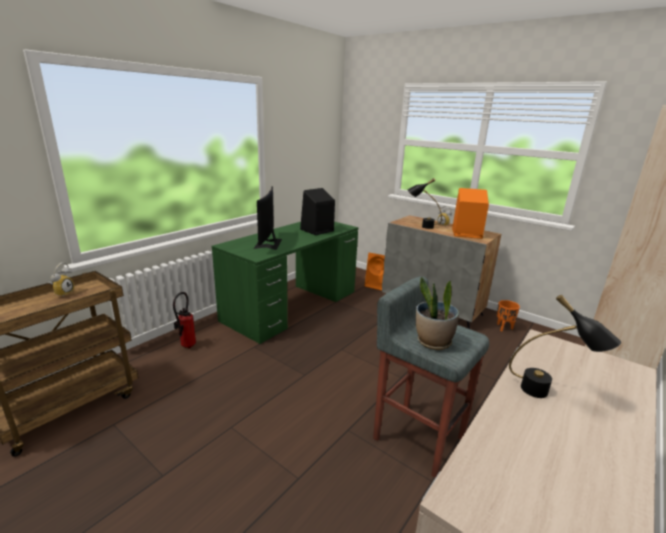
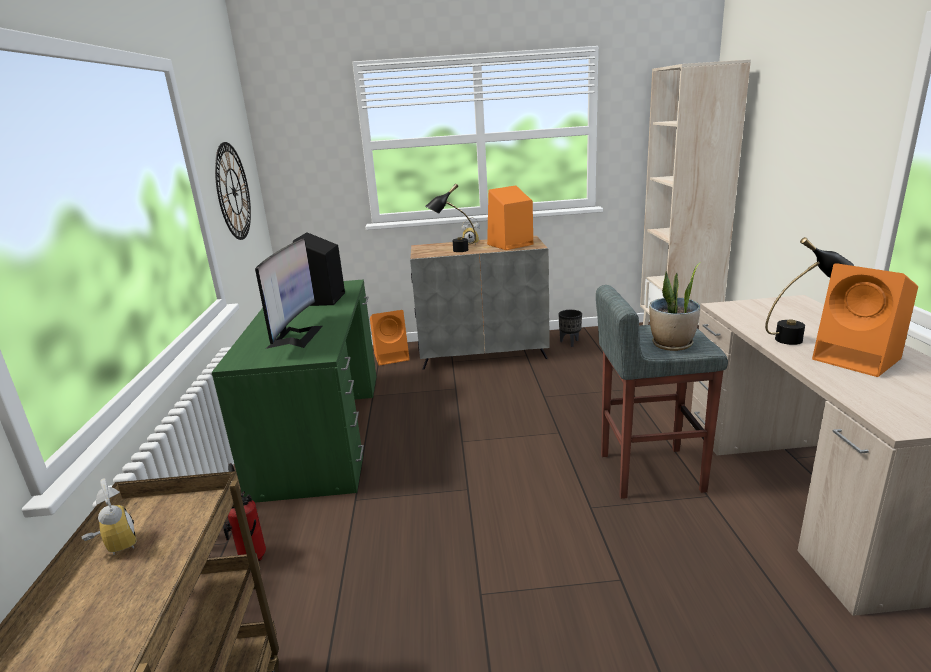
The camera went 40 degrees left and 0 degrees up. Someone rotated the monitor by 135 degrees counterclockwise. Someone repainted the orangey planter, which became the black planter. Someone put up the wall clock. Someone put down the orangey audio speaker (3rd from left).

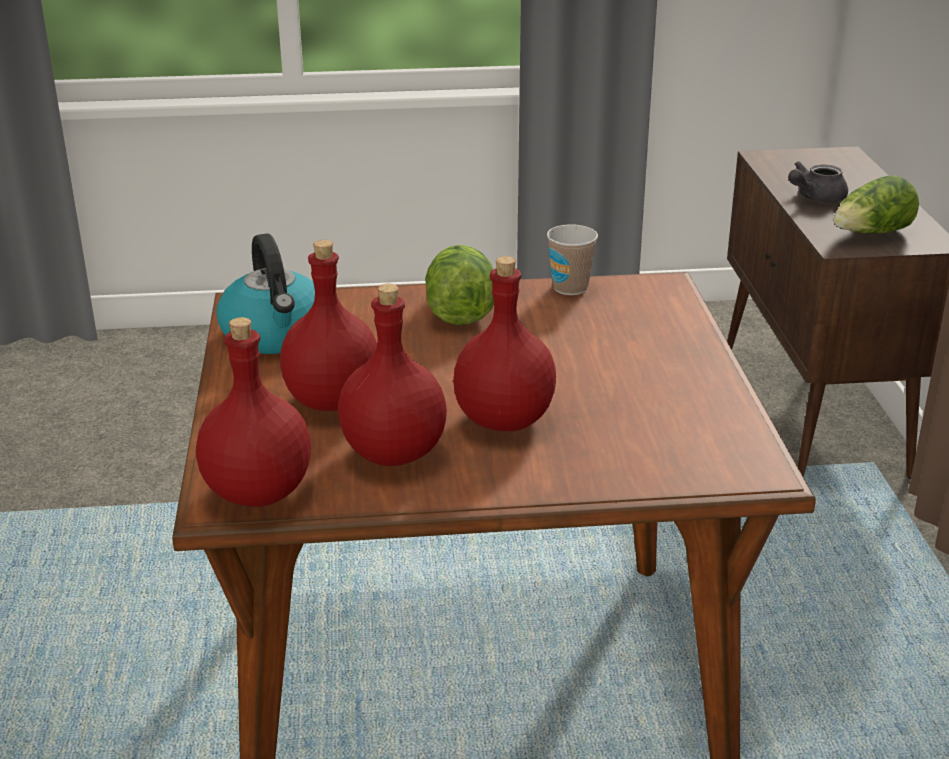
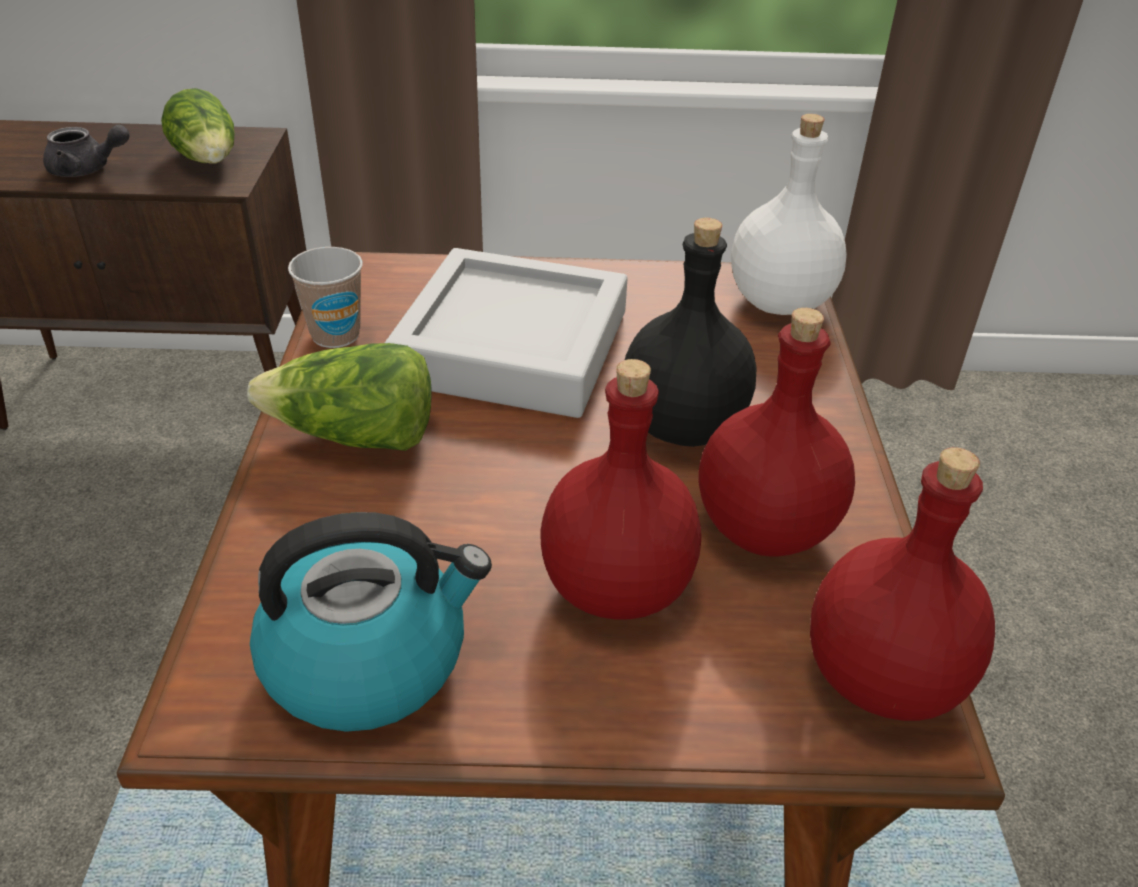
The camera went 85 degrees left and 10 degrees up. Someone repainted the reddish drink bottle (4th from left), which became the black drink bottle. Someone rotated the greyish tea pot by 60 degrees counterclockwise. Someone put down the greyish carrying tray. Someone put down the whitish drink bottle.

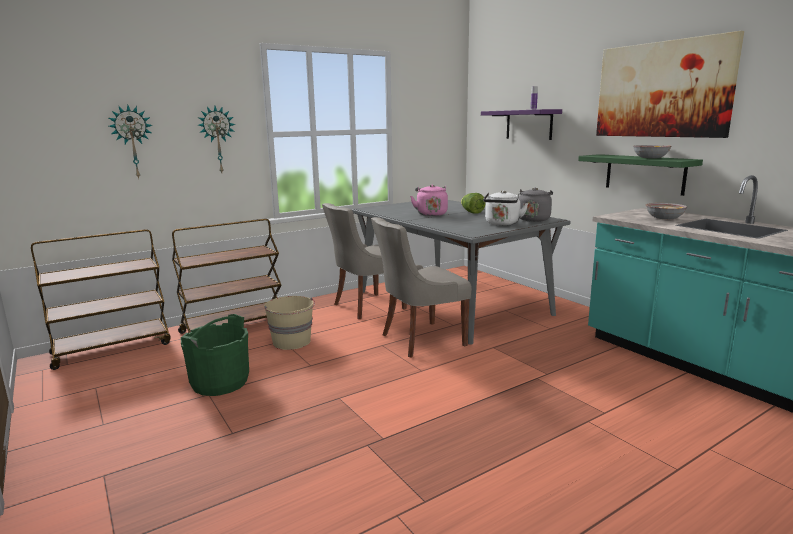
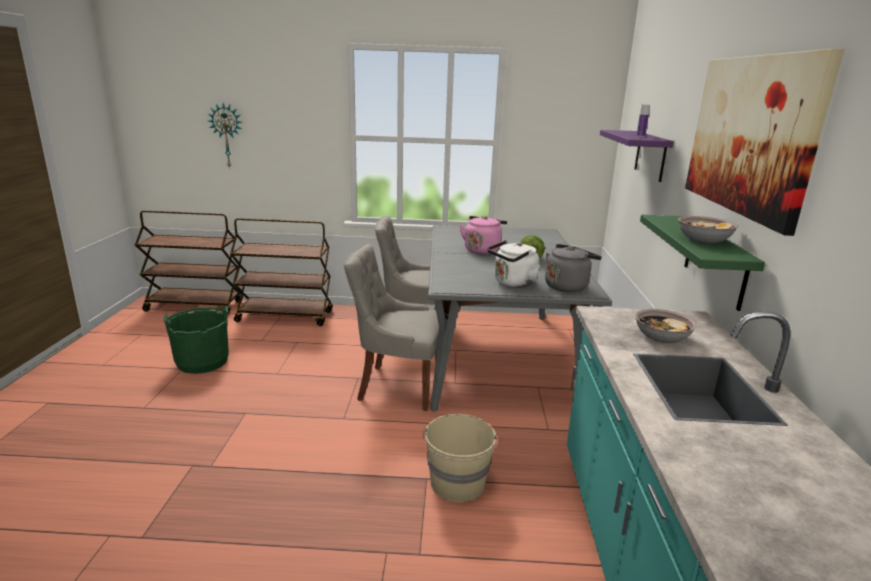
The camera went 35 degrees right and 5 degrees up. Someone took away the wall clock (2nd from left). Someone carried the beige-coloured pail.

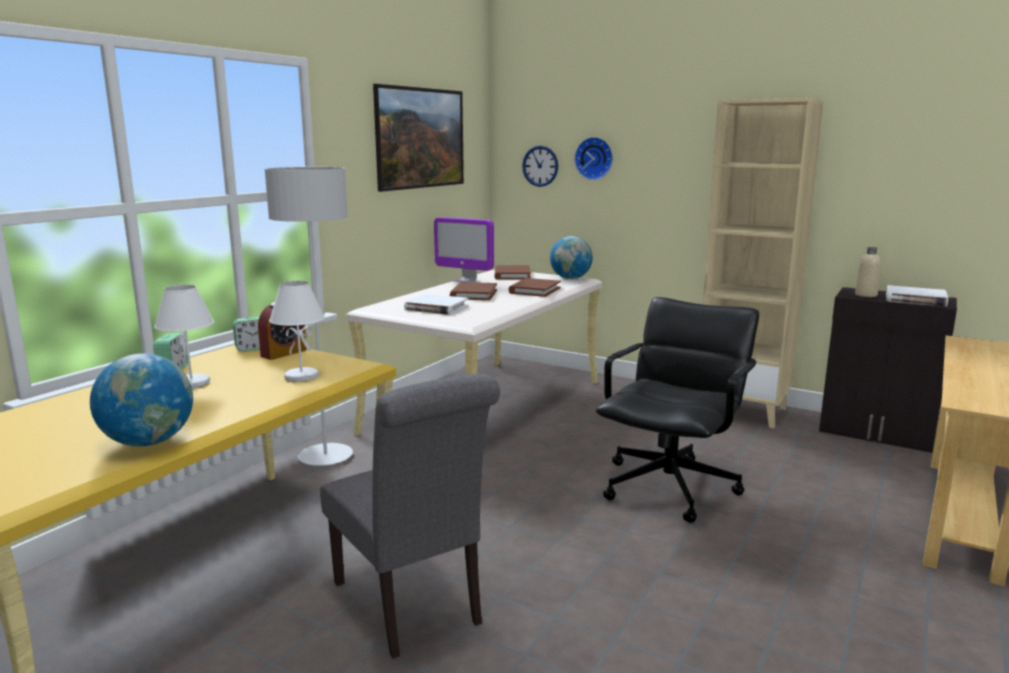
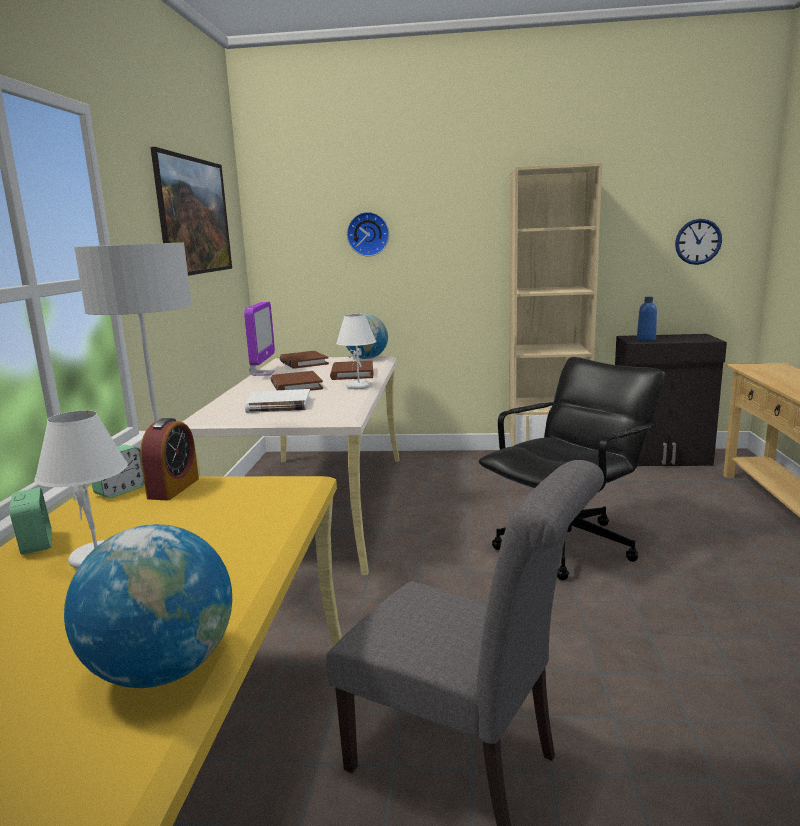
The camera went 25 degrees left and 0 degrees up. Someone carried the whitish table lamp (2nd from left). Someone rotated the monitor by 90 degrees counterclockwise. Someone carried the wall clock (1st from left in the first image). Someone rotated the black office chair by 45 degrees clockwise. Someone repainted the beige-coloured drink bottle, which became the bluish drink bottle. Someone took away the whitish volume (2nd from left).

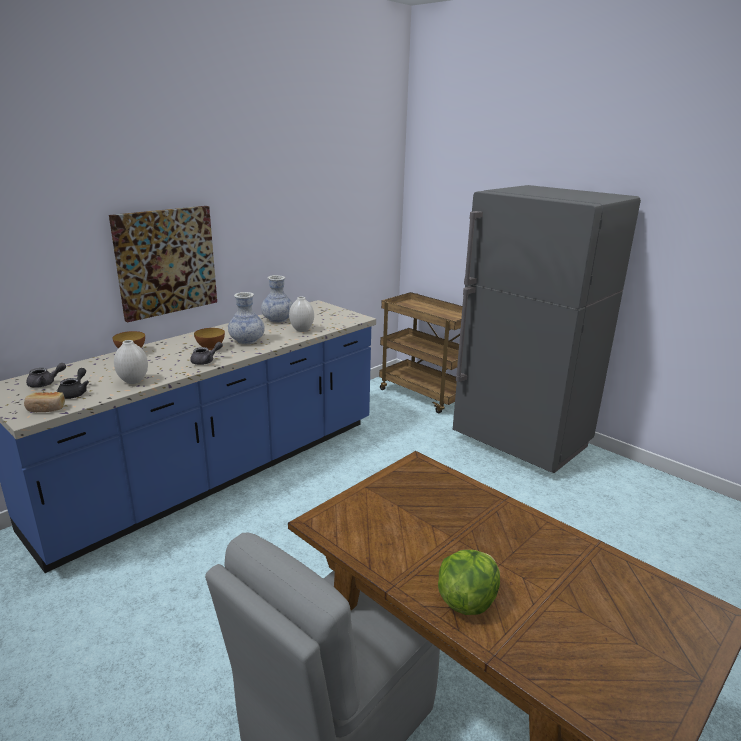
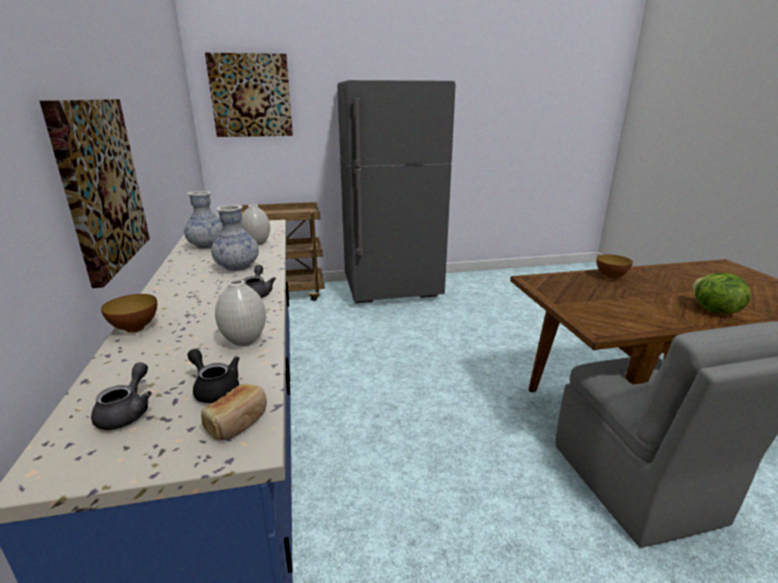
The camera went 55 degrees left and 0 degrees up. Someone carried the serving bowl (2nd from left). Someone put up the picture (2nd from left).

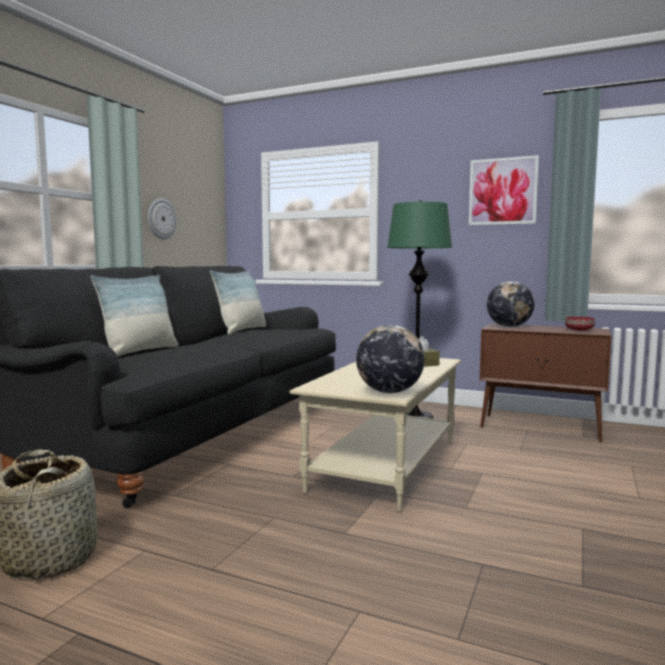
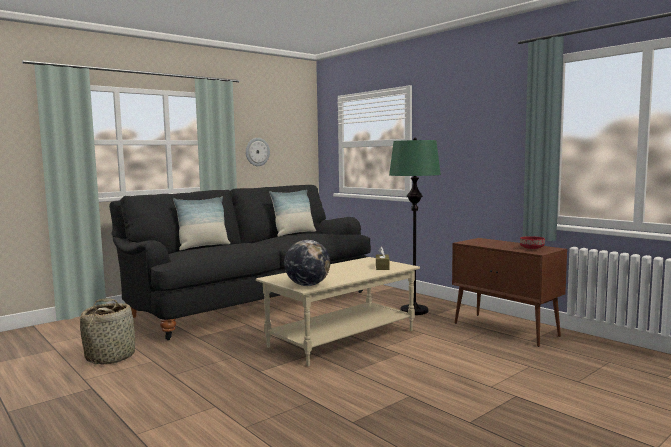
The camera went 25 degrees right and 0 degrees up. Someone took away the picture. Someone took away the desk globe (2nd from left).

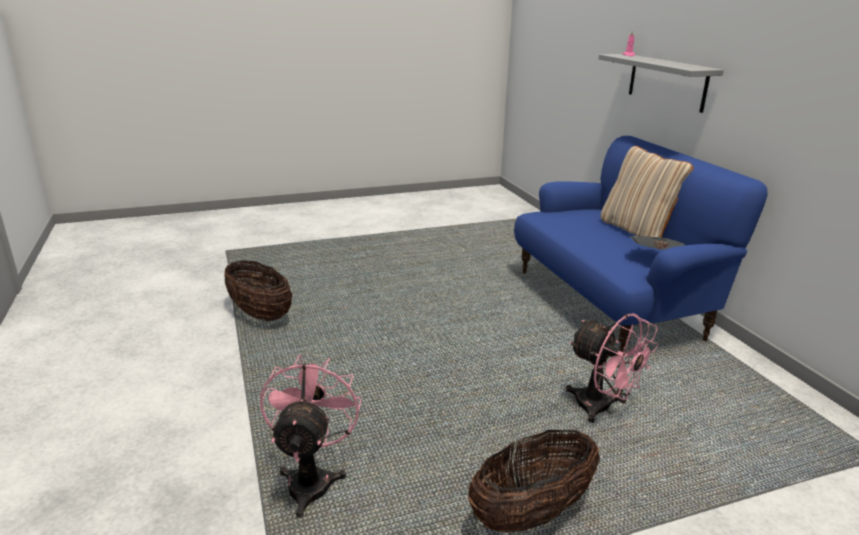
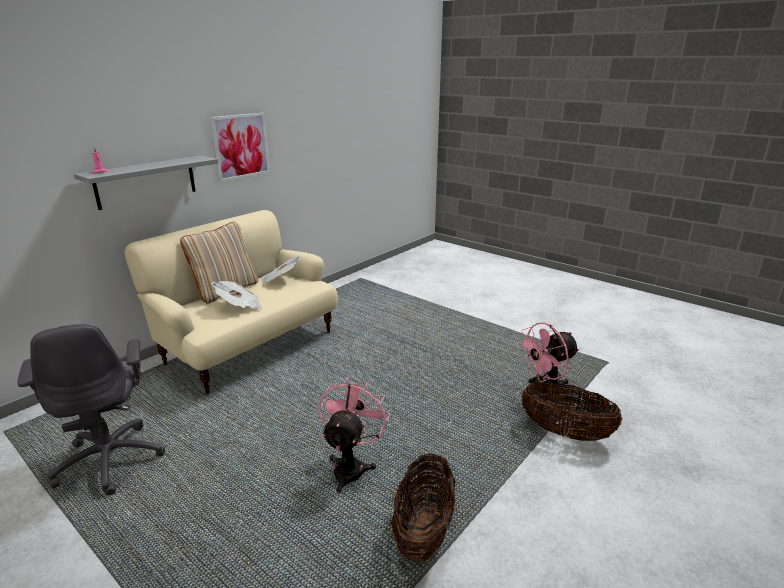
The camera went 120 degrees left and 0 degrees up. Someone carried the basket (2nd from left). Someone repainted the bluish sofa, which became the beige-coloured sofa. Someone carried the pink-coloured fan (2nd from left in the first image). Someone put down the greyish office chair. Someone put up the picture. Someone put down the daily paper (1st from left).

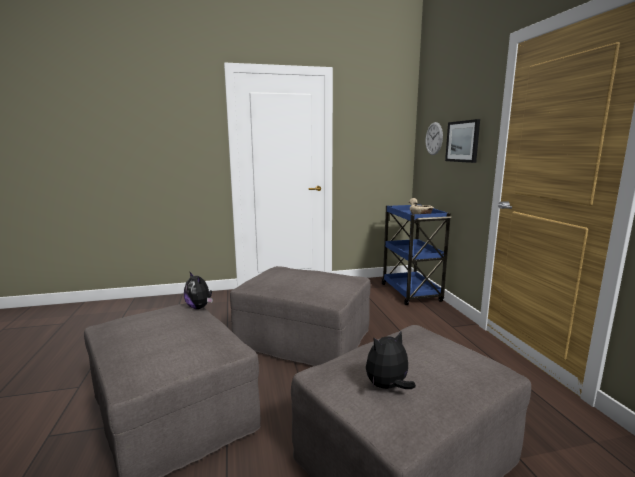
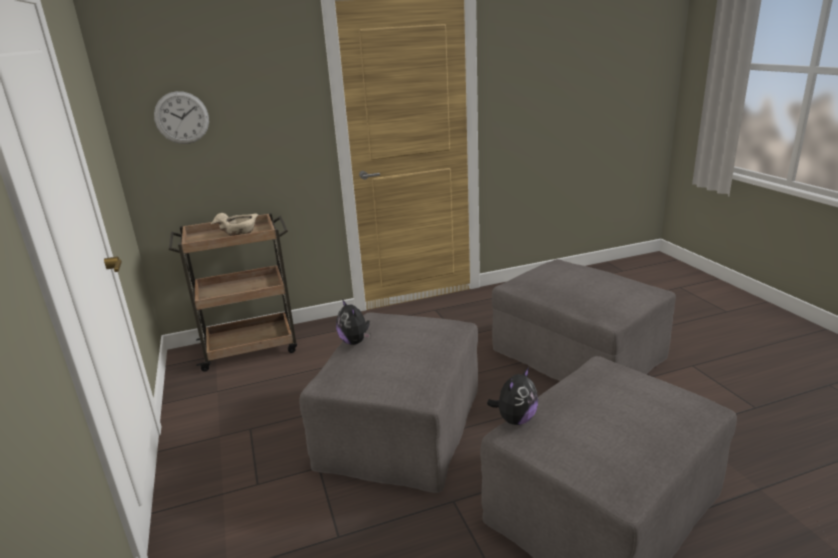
The camera went 95 degrees left and 10 degrees up. Someone carried the soft toy (2nd from left in the first image). Someone repainted the bluish trolley, which became the brown-coloured trolley. Someone took away the picture.

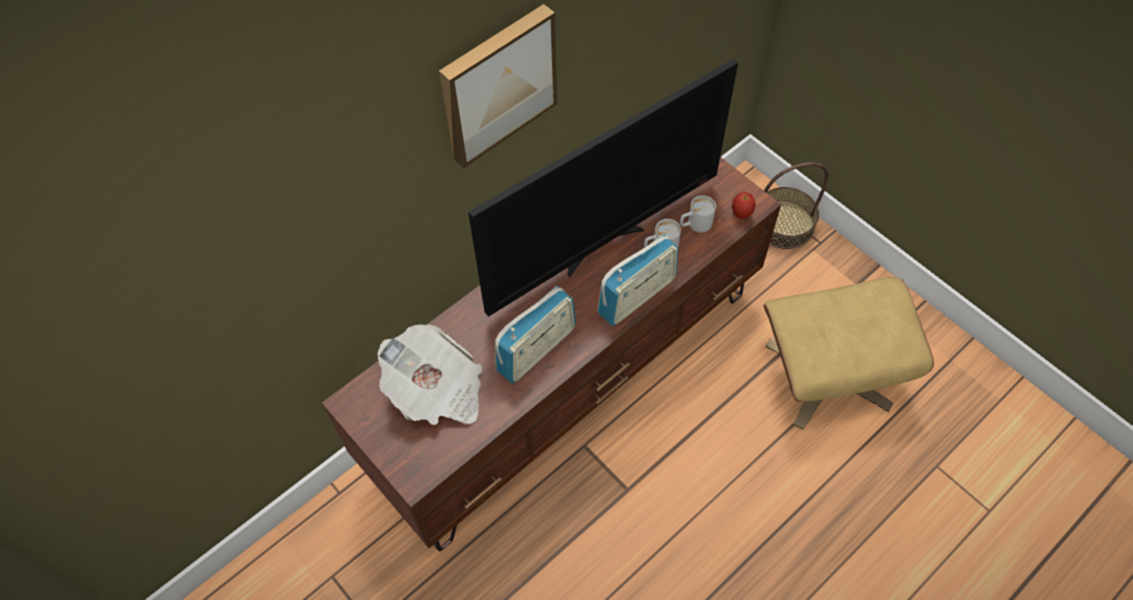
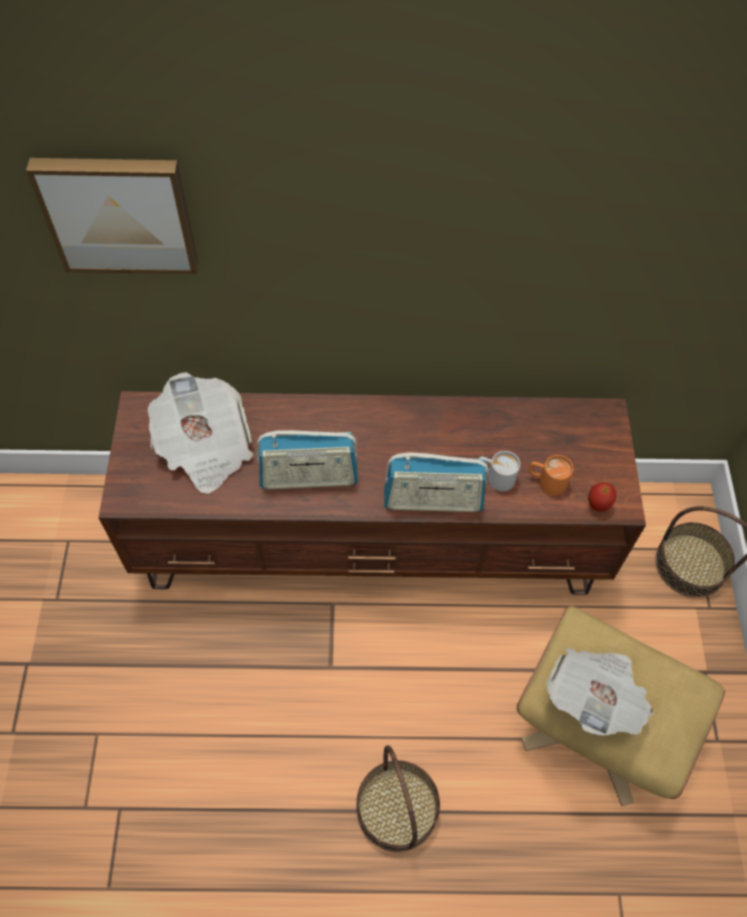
The camera went 40 degrees right and 0 degrees up. Someone carried the picture. Someone took away the television. Someone repainted the whitish tea mug (2nd from left), which became the orangey tea mug. Someone put down the basket (1st from left). Someone put down the daily paper (2nd from left).

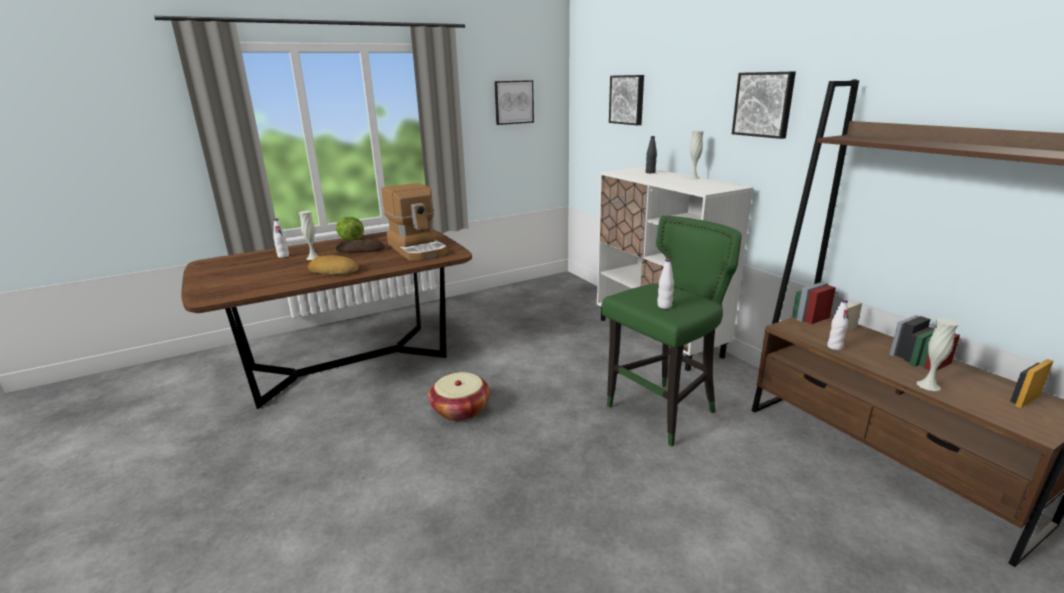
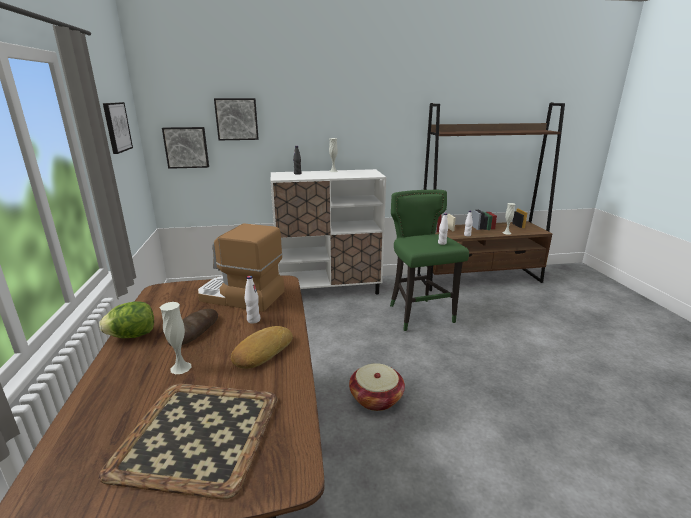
The camera went 70 degrees left and 0 degrees up. Someone carried the whitish drink bottle (1st from left). Someone rotated the coffee brewer by 150 degrees counterclockwise. Someone carried the picture (3rd from left in the first image). Someone put down the carrying tray.

